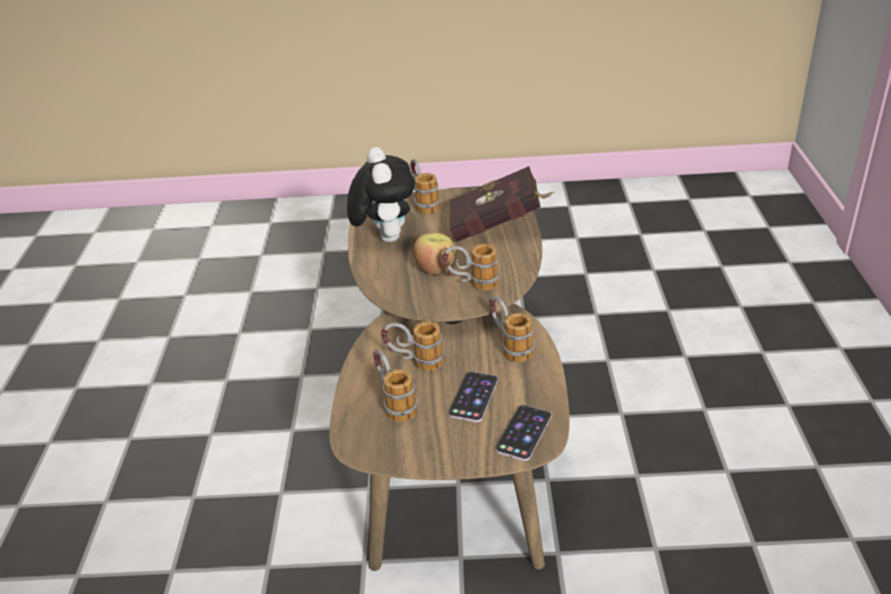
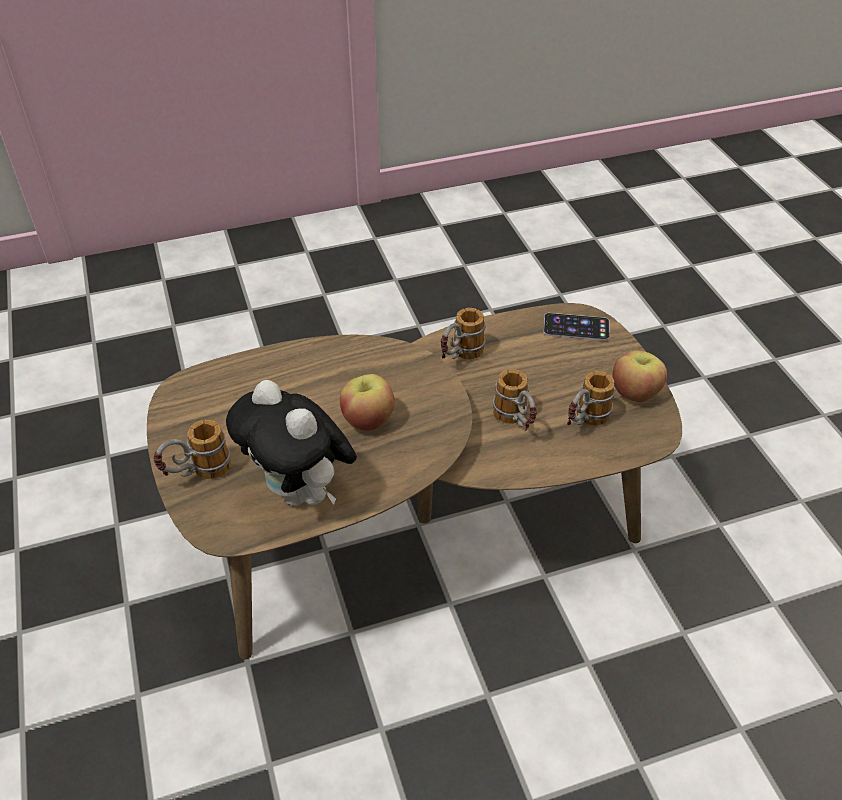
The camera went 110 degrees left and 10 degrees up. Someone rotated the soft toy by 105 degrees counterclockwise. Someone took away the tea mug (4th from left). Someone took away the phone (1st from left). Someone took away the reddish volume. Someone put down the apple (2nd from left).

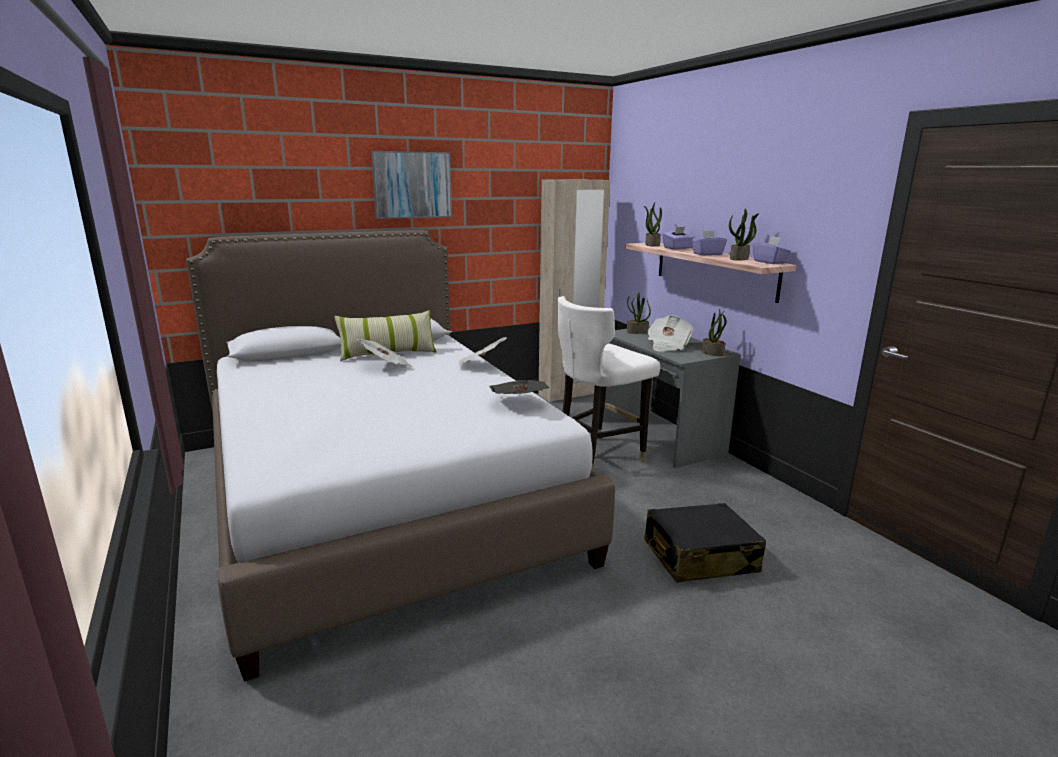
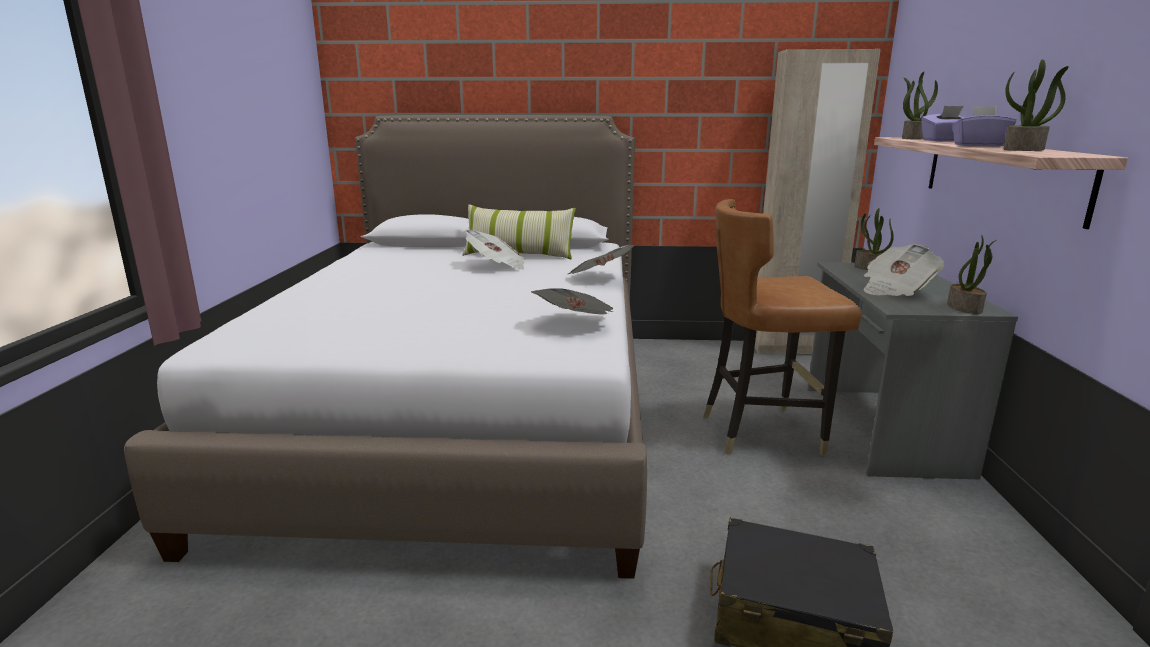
The camera went 30 degrees right and 0 degrees up. Someone took away the picture. Someone repainted the whitish upright chair, which became the brown-coloured upright chair. Someone took away the purple-coloured box of tissues (3rd from left).

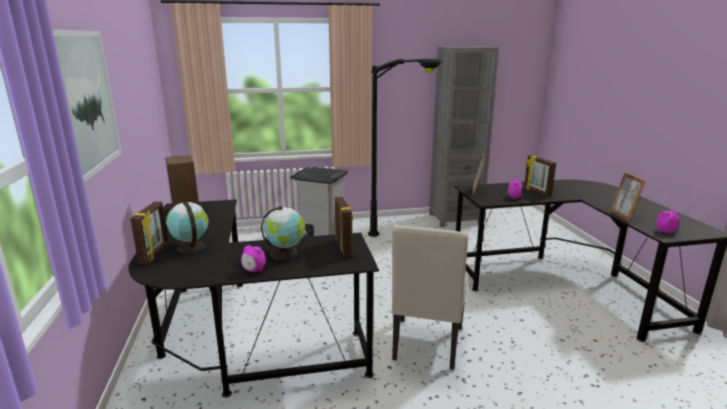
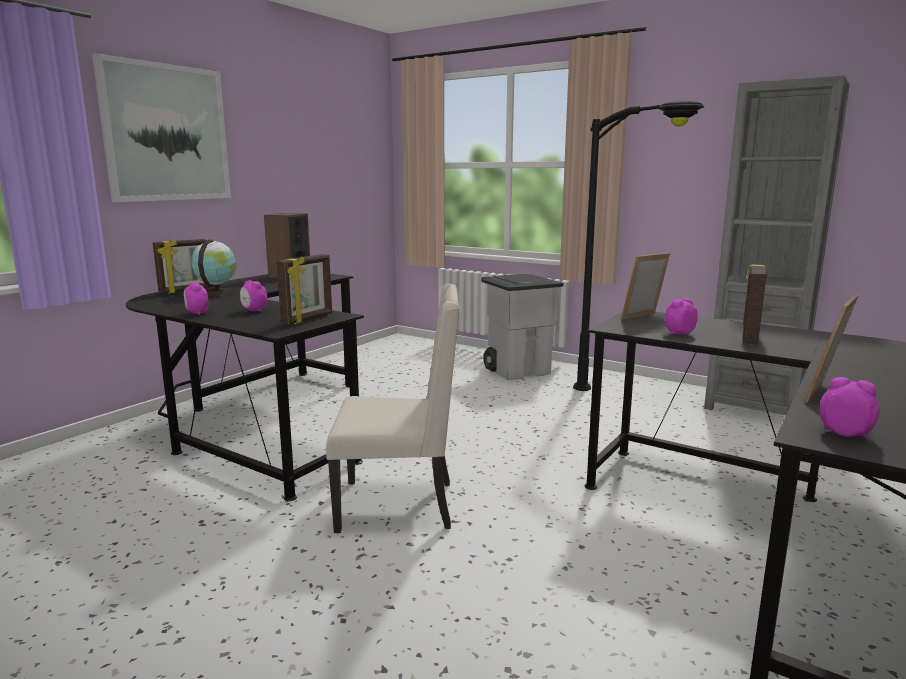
The camera went 45 degrees right and 5 degrees down. Someone swapped the desk globe (2nd from left) for the table clock (2nd from left). Someone rotated the beige-coloured upright chair by 150 degrees counterclockwise.

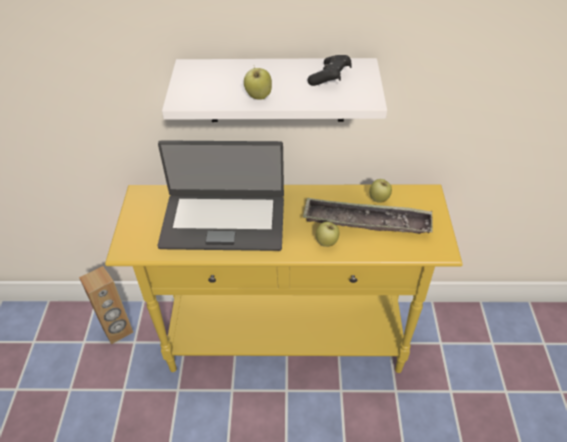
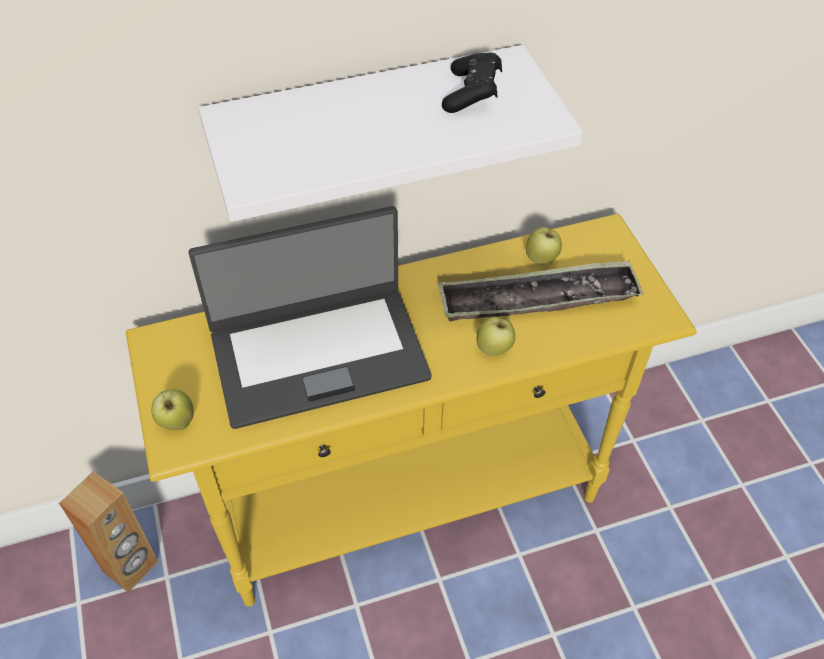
The camera went 20 degrees left and 5 degrees up. Someone carried the apple (1st from left).

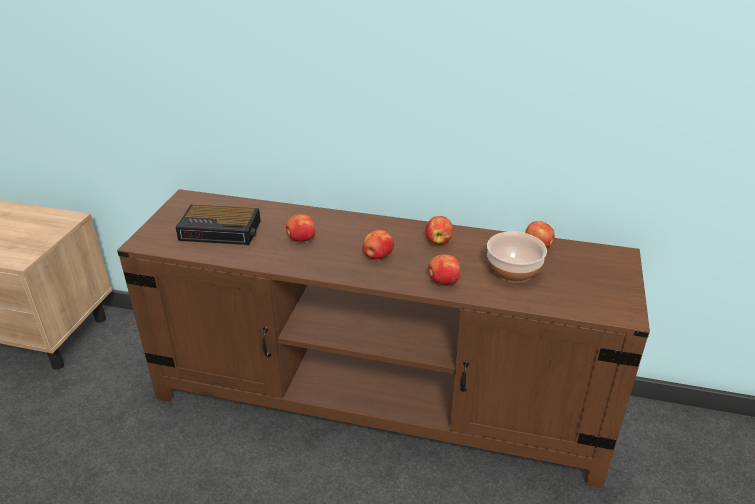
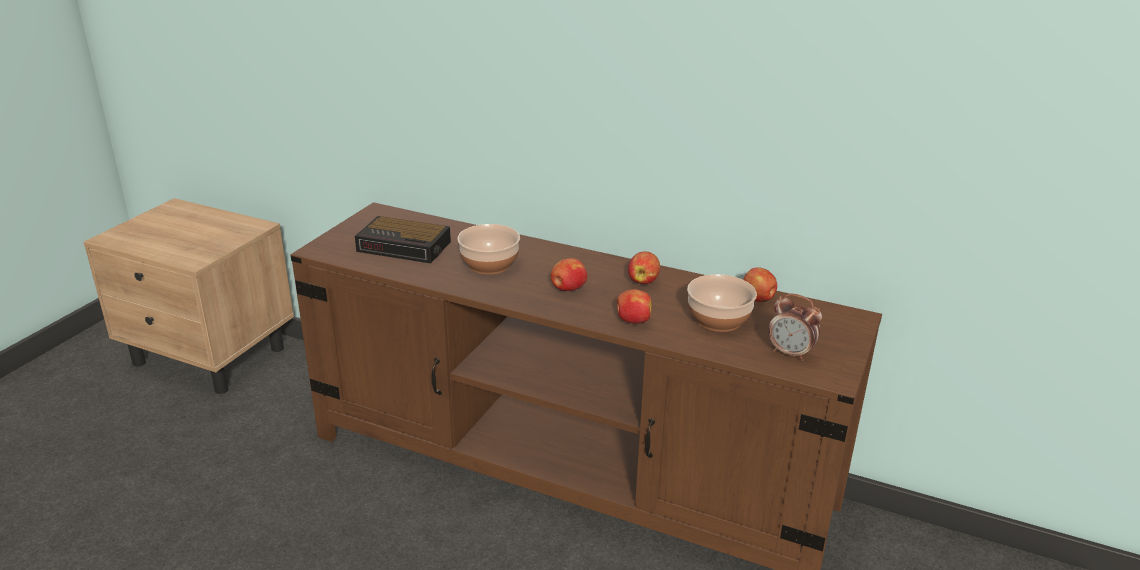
The camera went 10 degrees right and 5 degrees down. Someone swapped the apple (1st from left) for the serving bowl (1st from left). Someone put down the table clock (2nd from left).

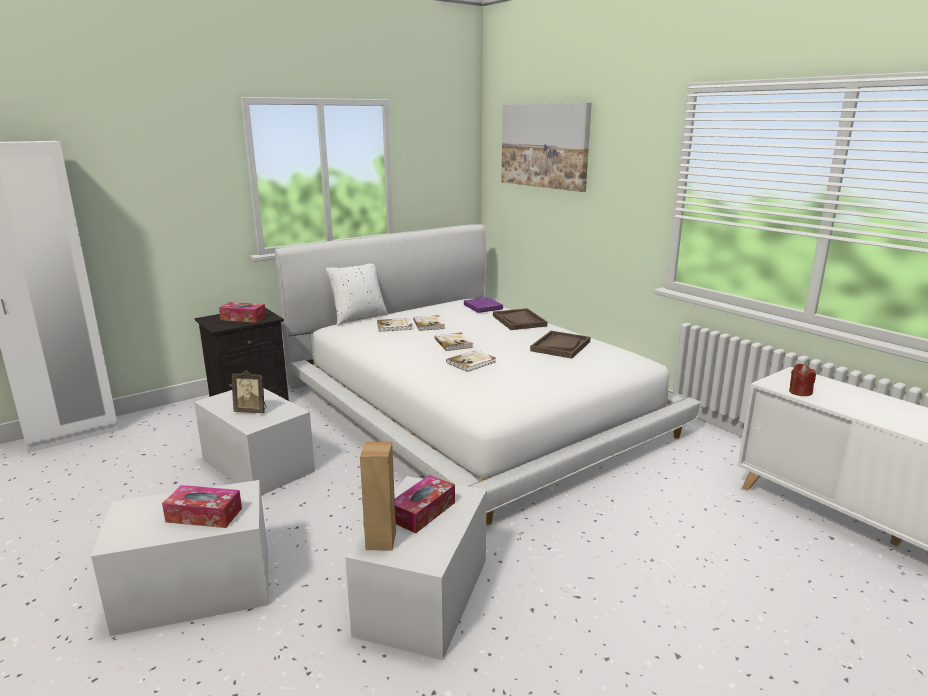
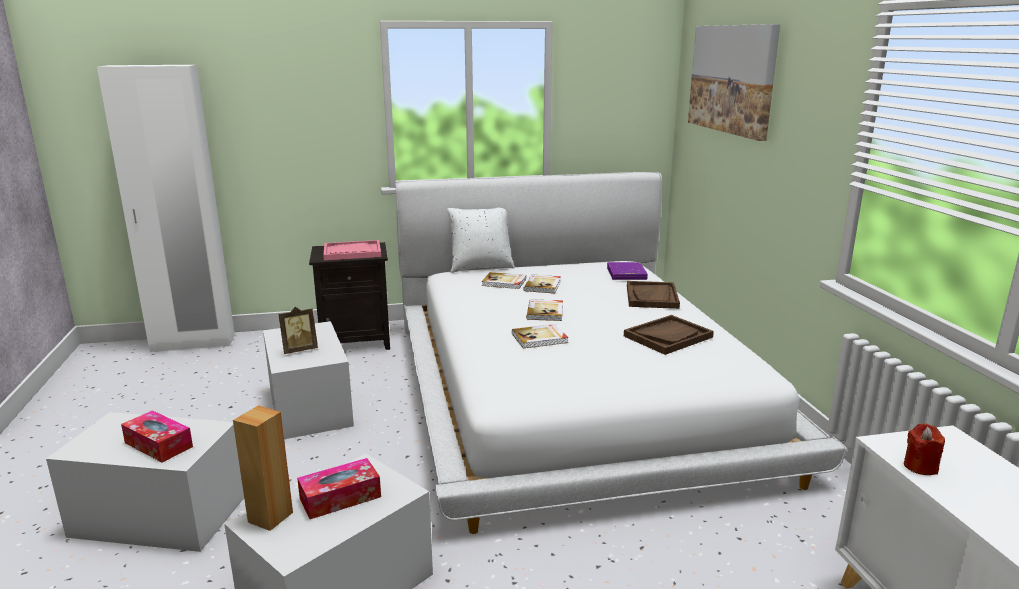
The camera went 25 degrees right and 0 degrees up. Someone swapped the box of tissues (2nd from left) for the pink-coloured carrying tray. Someone rotated the picture frame by 60 degrees counterclockwise.

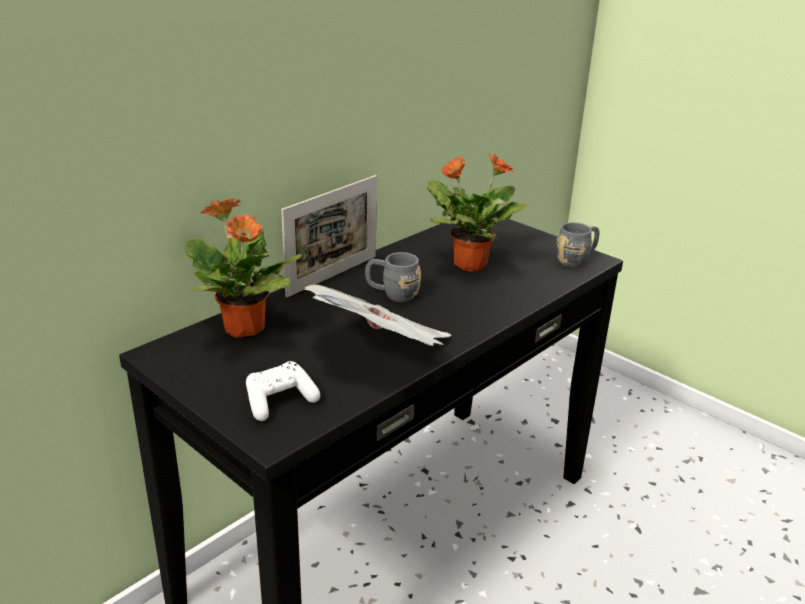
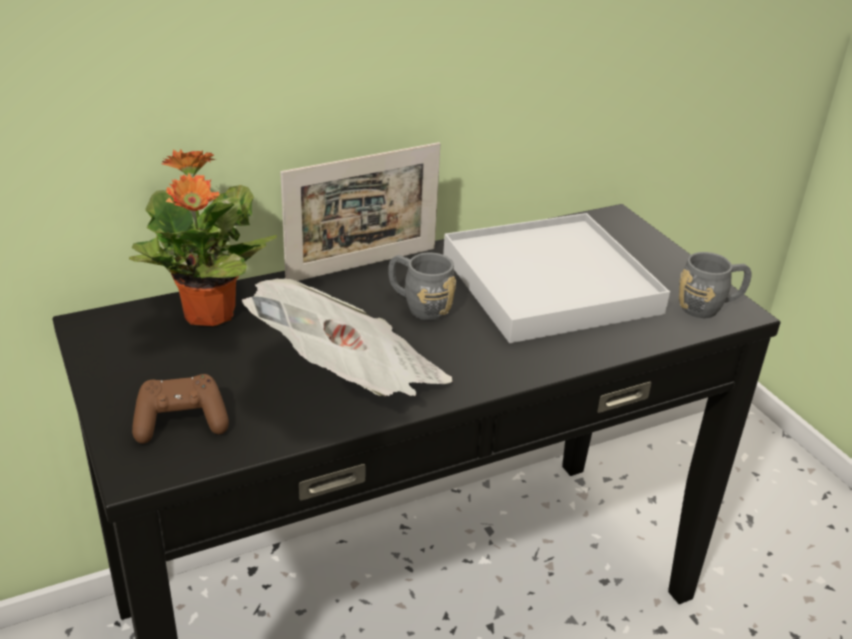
The camera went 20 degrees right and 5 degrees up. Someone repainted the whitish game controller, which became the brown-coloured game controller. Someone swapped the plant in a pot (2nd from left) for the whitish carrying tray.

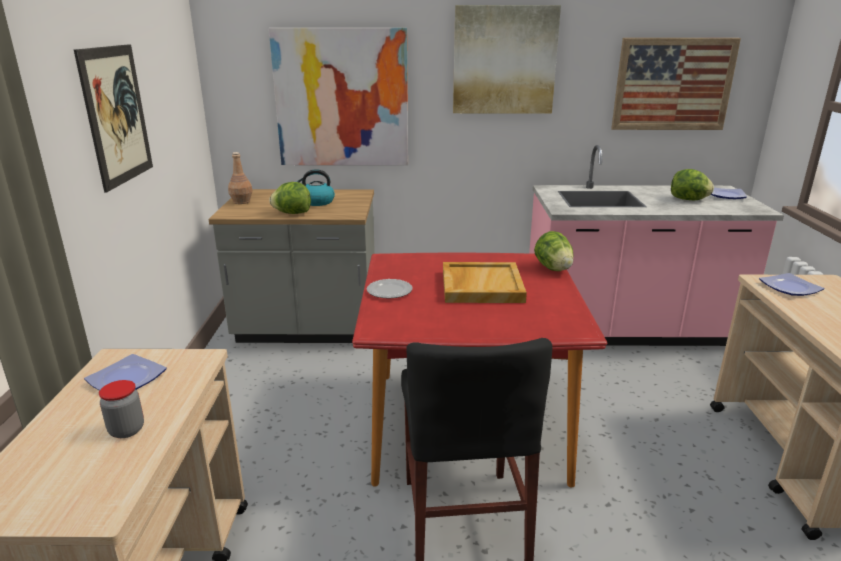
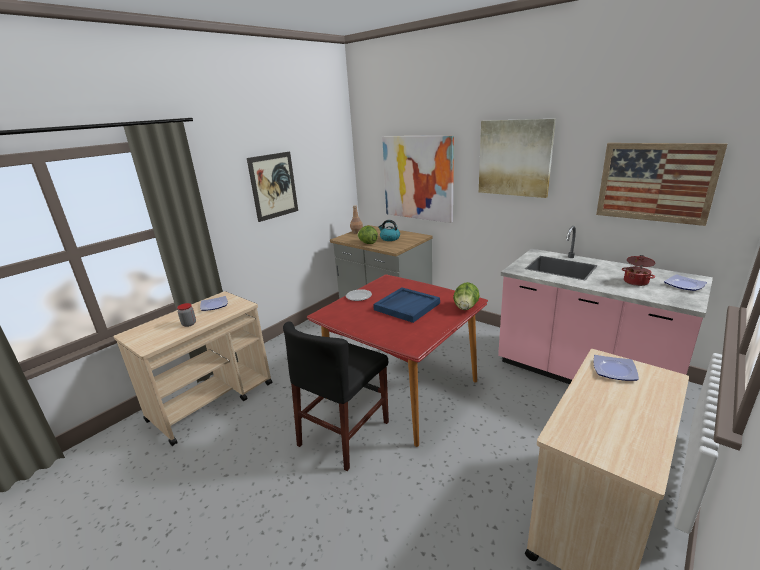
The camera went 40 degrees right and 0 degrees up. Someone repainted the beige-coloured carrying tray, which became the bluish carrying tray. Someone swapped the lettuce head (3rd from left) for the stockpot.

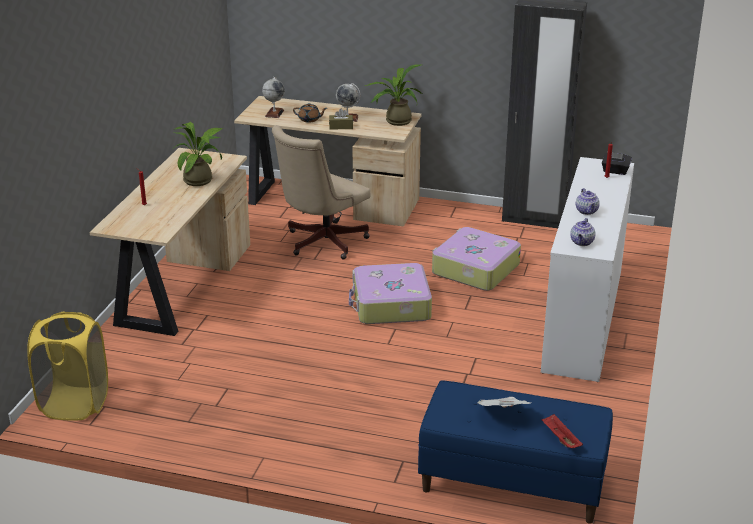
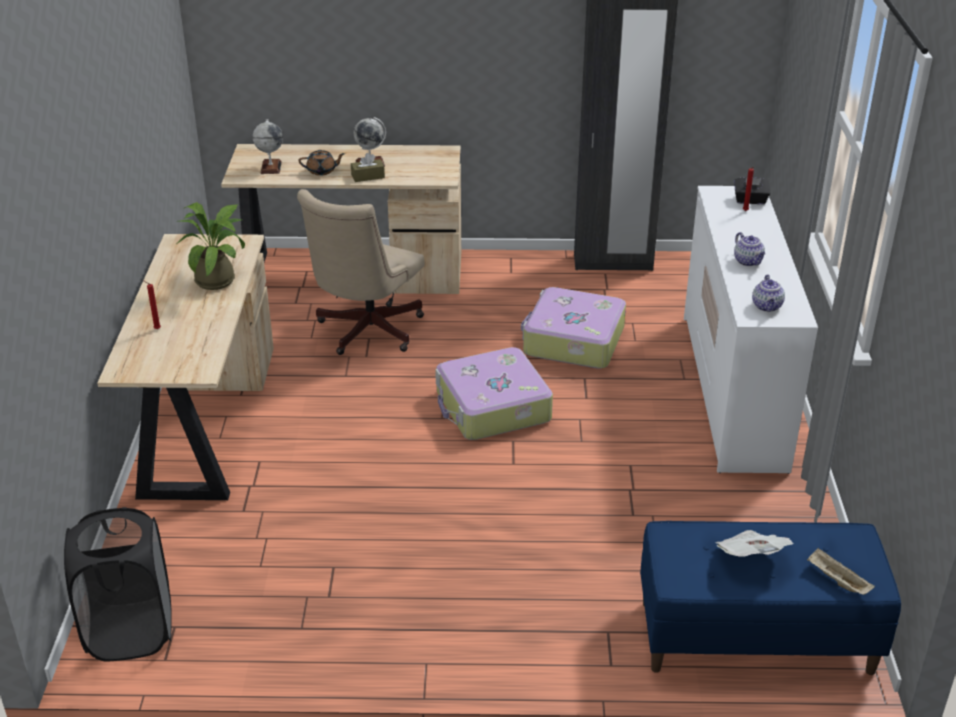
The camera went 15 degrees left and 5 degrees up. Someone repainted the yellow-coloured laundry basket, which became the black laundry basket. Someone took away the plant in a pot (2nd from left). Someone repainted the reddish carrying tray, which became the beige-coloured carrying tray.

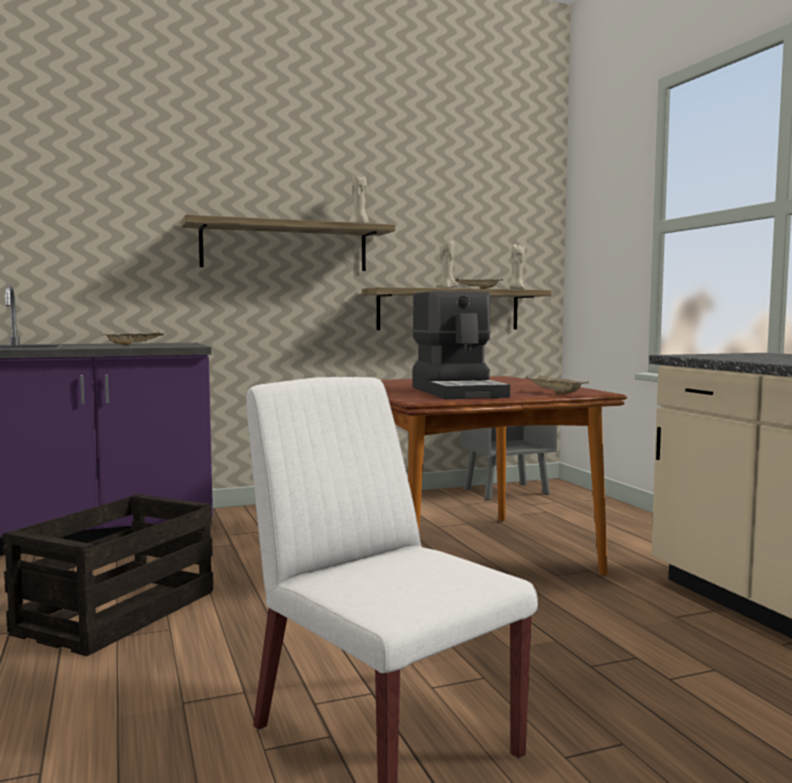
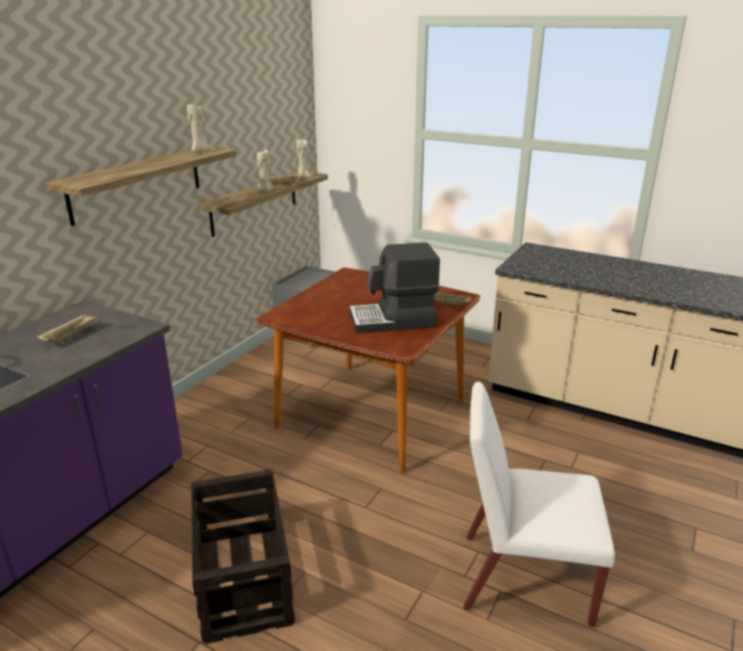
The camera went 40 degrees left and 20 degrees up. Someone rotated the coffee brewer by 135 degrees clockwise.

